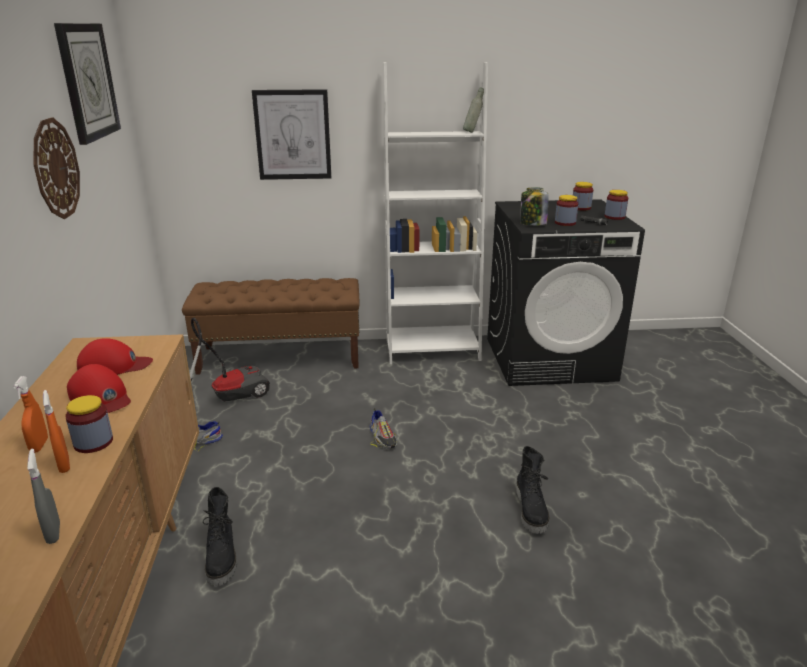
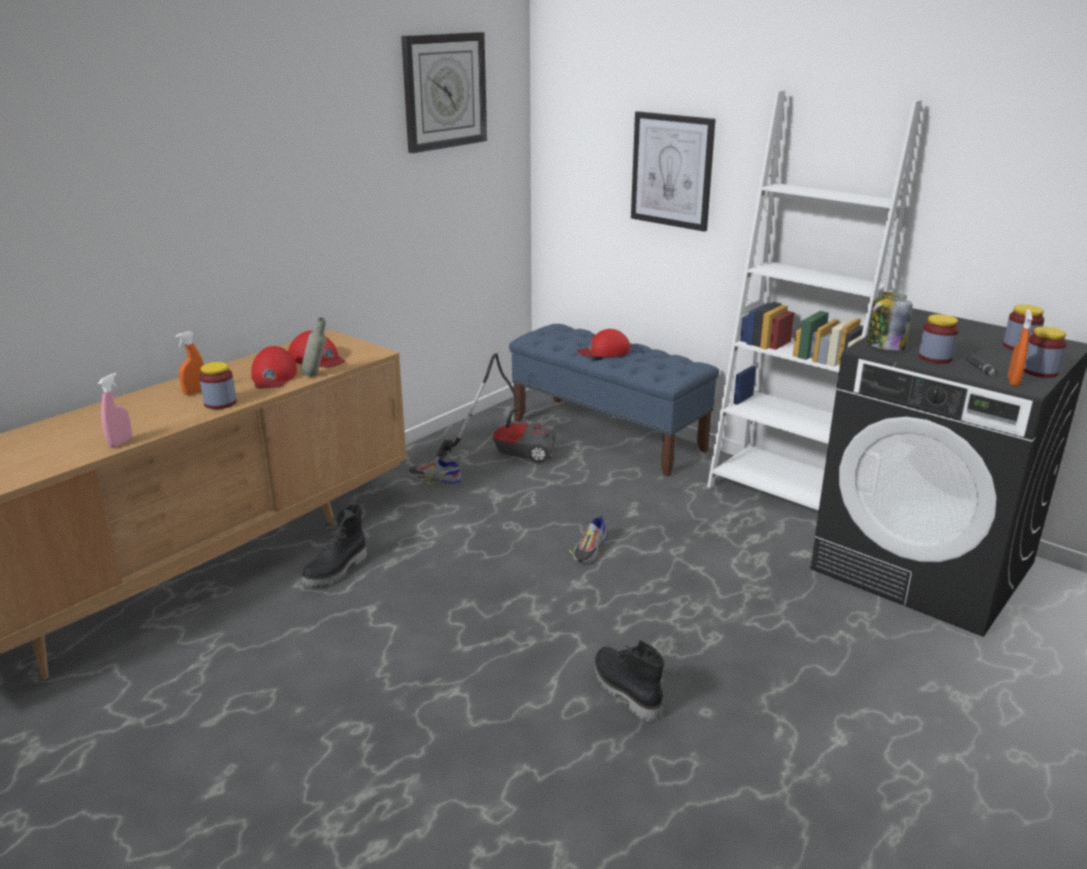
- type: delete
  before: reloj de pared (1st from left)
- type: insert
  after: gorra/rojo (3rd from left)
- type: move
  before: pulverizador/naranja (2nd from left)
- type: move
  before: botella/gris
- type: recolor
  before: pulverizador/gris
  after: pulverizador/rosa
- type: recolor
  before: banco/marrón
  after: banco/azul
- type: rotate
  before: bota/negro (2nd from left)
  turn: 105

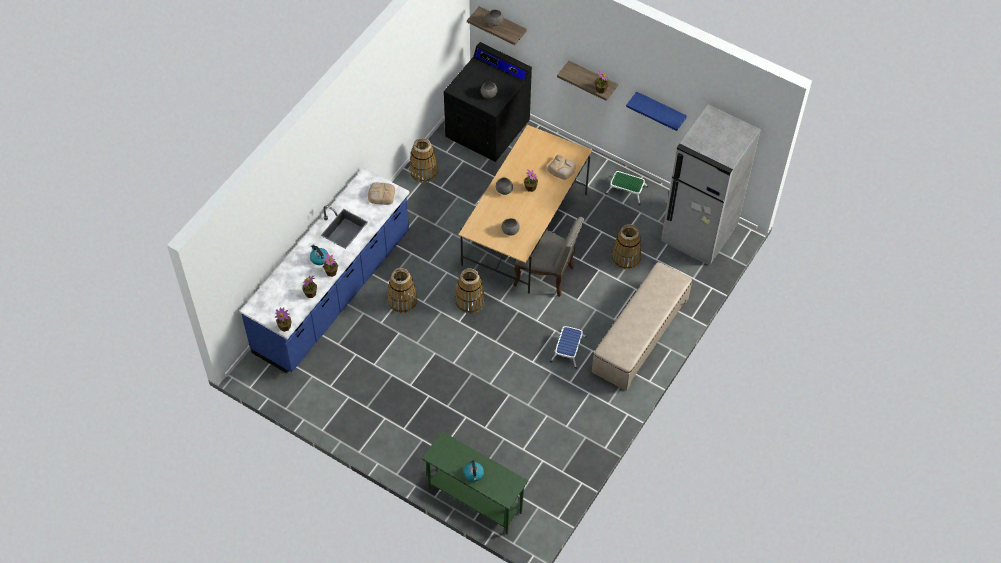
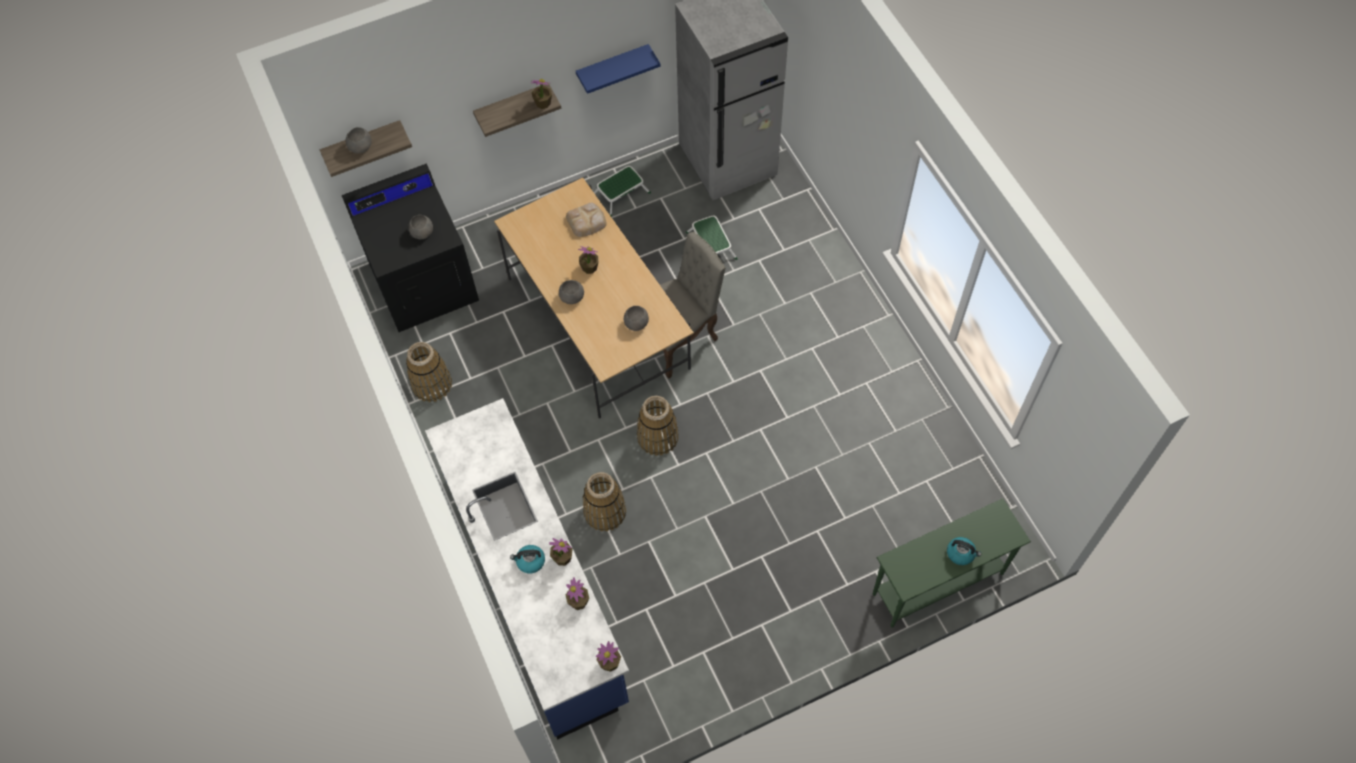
- type: delete
  before: pan (1st from left)
- type: delete
  before: escalera de tijera/azul
- type: delete
  before: banco/beis
- type: replace
  before: cesta (4th from left)
  after: escalera de tijera/verde (2nd from left)

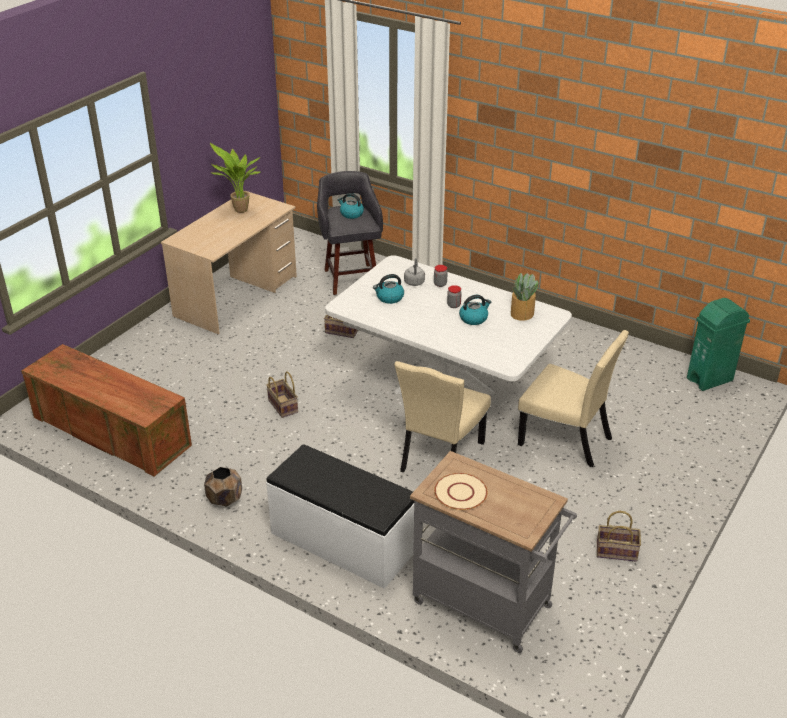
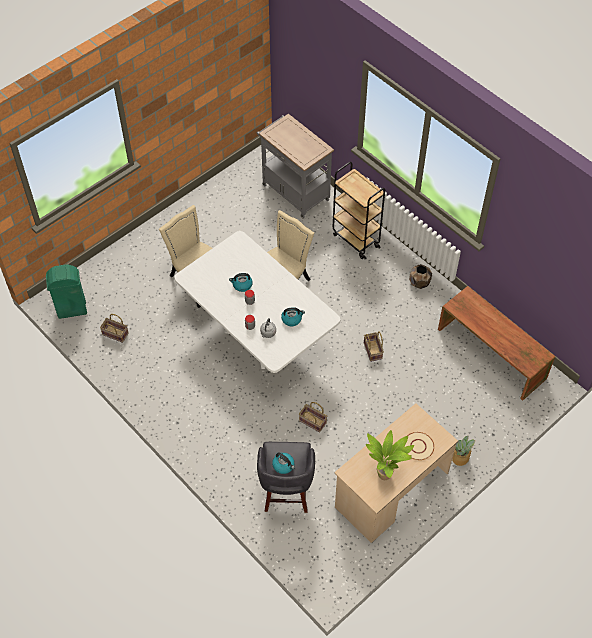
- type: move
  before: plato/beis
- type: move
  before: planta en maceta (2nd from left)
- type: move
  before: cesta (3rd from left in the first image)
  after: cesta (1st from left)
- type: replace
  before: banco/blanco
  after: carrito/marrón

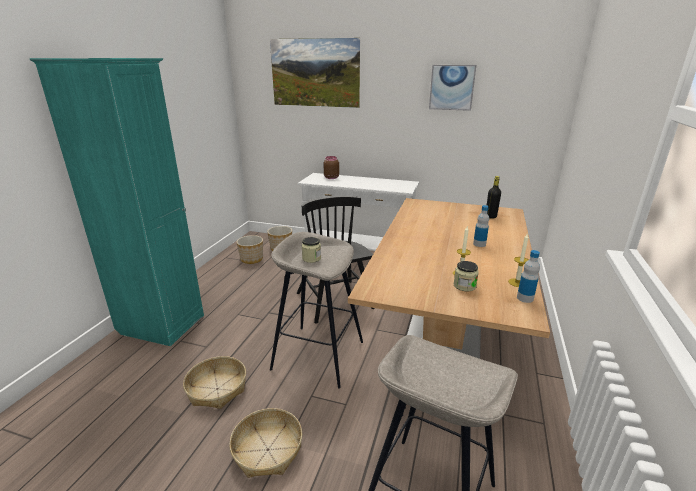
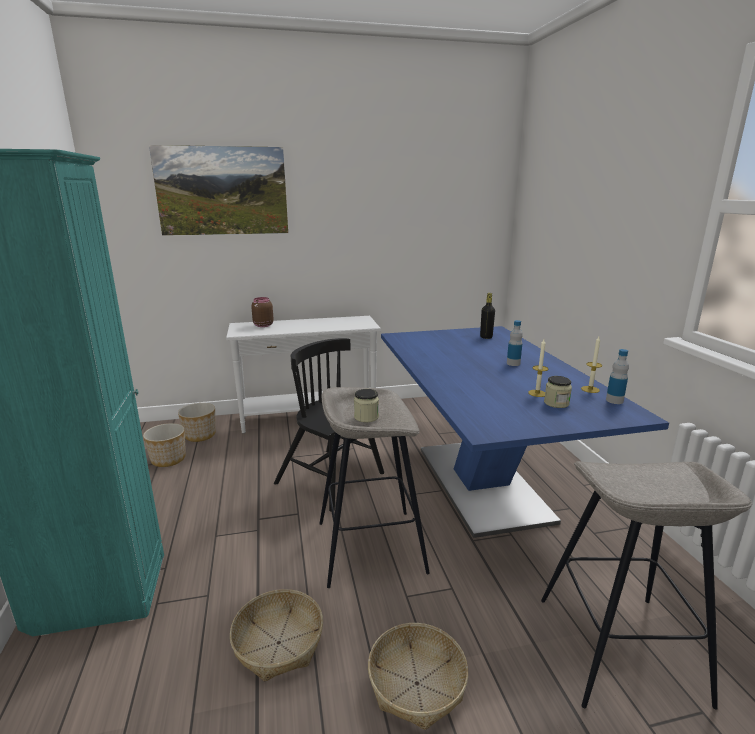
- type: delete
  before: cuadro (2nd from left)
- type: recolor
  before: mesa de comedor/marrón
  after: mesa de comedor/azul

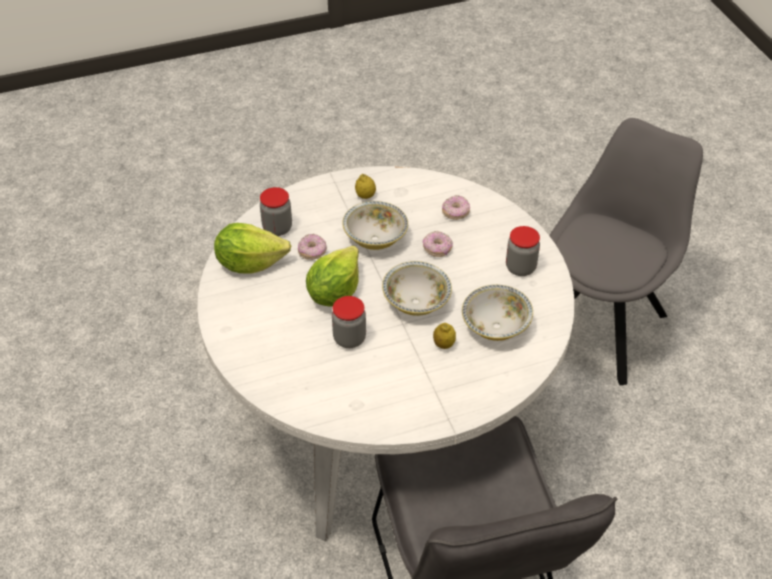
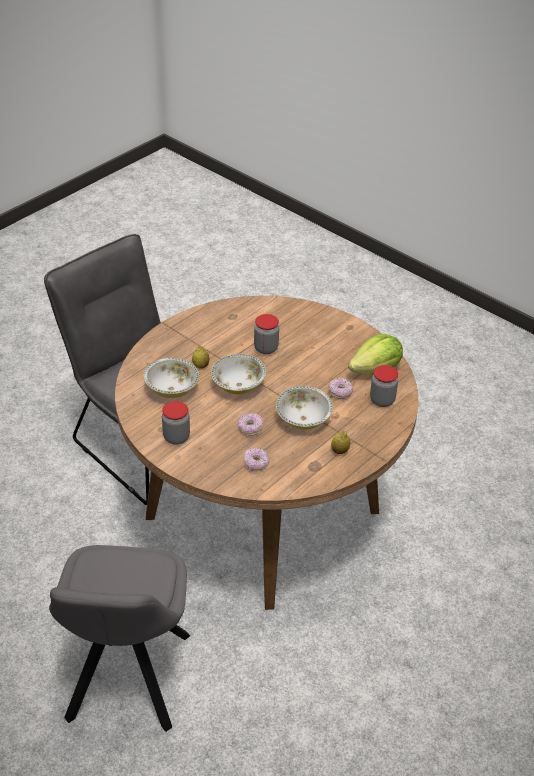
- type: delete
  before: lechuga (2nd from left)
- type: recolor
  before: mesa de comedor/blanco
  after: mesa de comedor/marrón

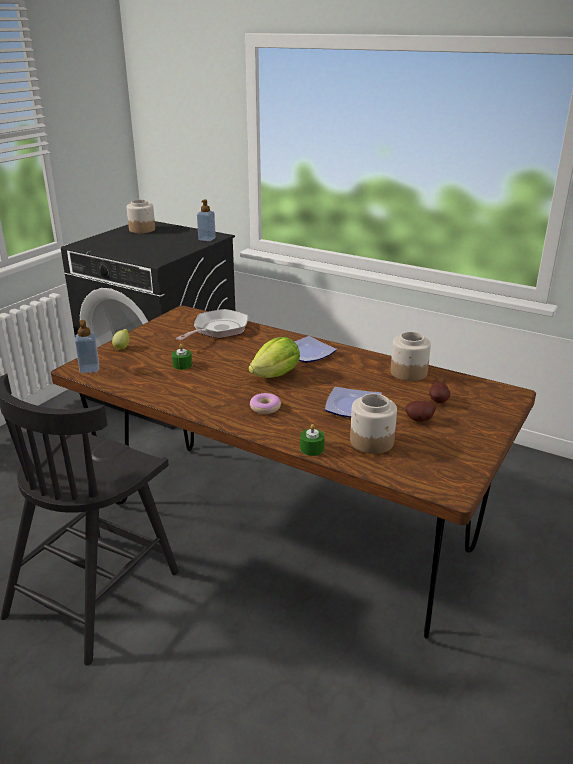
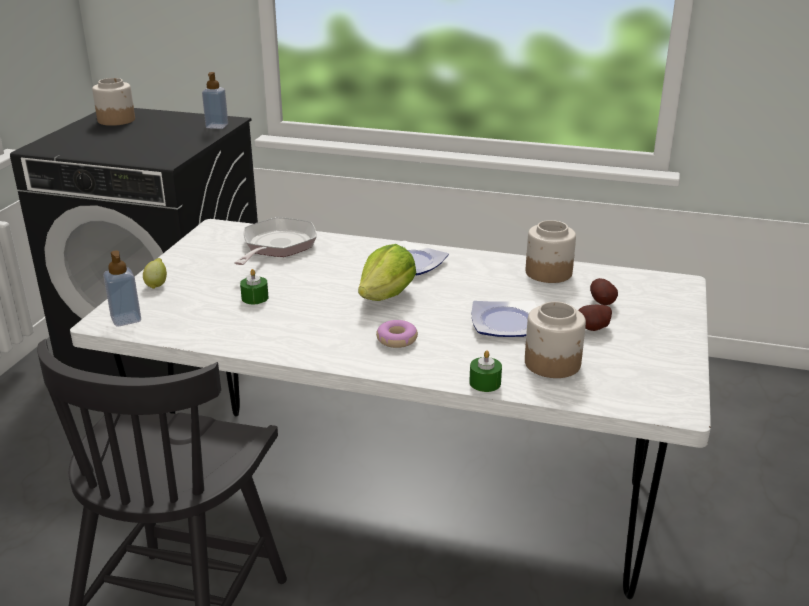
- type: recolor
  before: mesa de comedor/marrón
  after: mesa de comedor/blanco

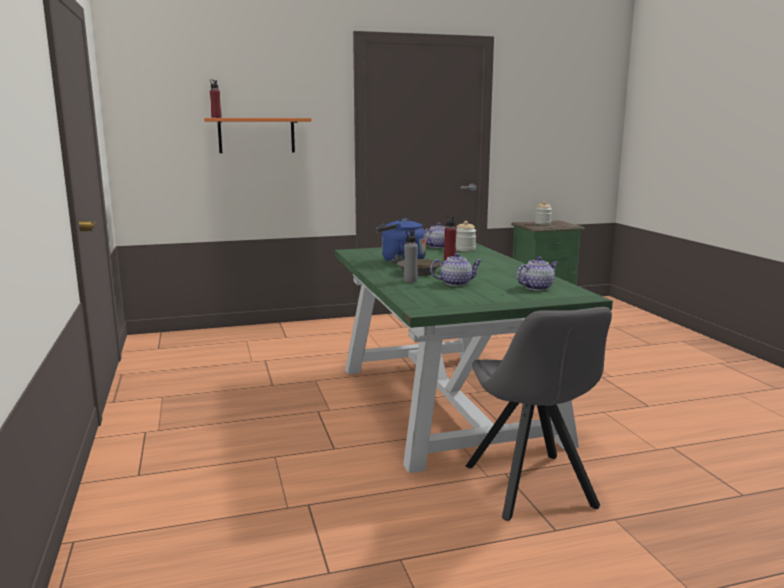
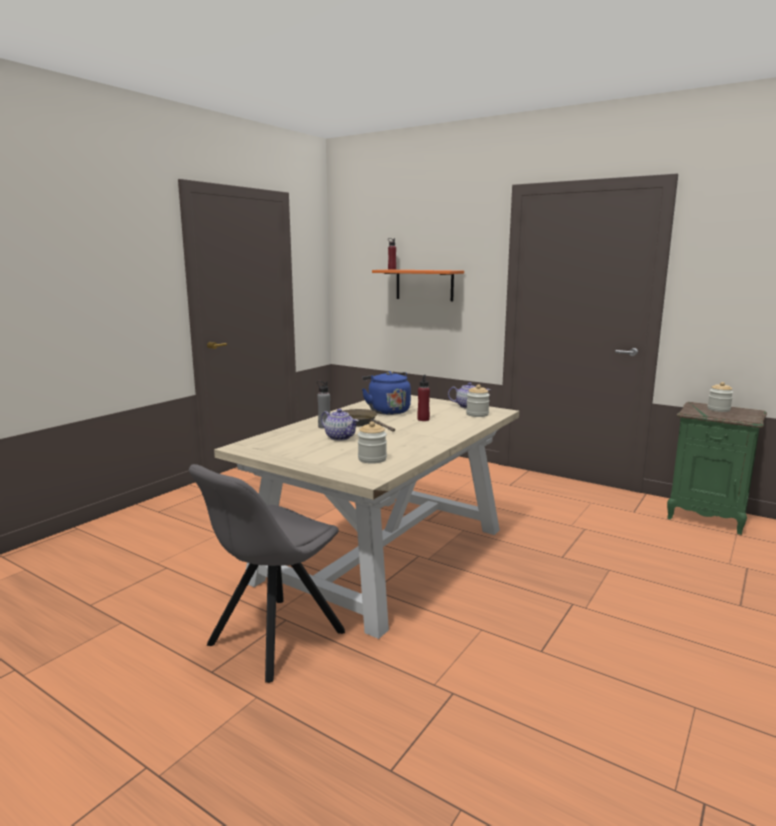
- type: replace
  before: tetera (3rd from left)
  after: tarro (1st from left)
- type: recolor
  before: mesa de comedor/verde
  after: mesa de comedor/beis

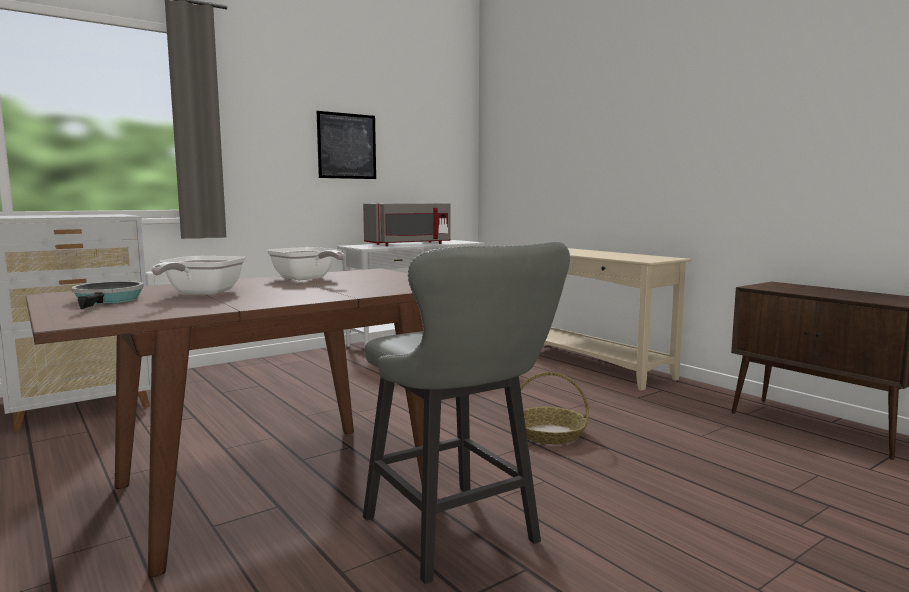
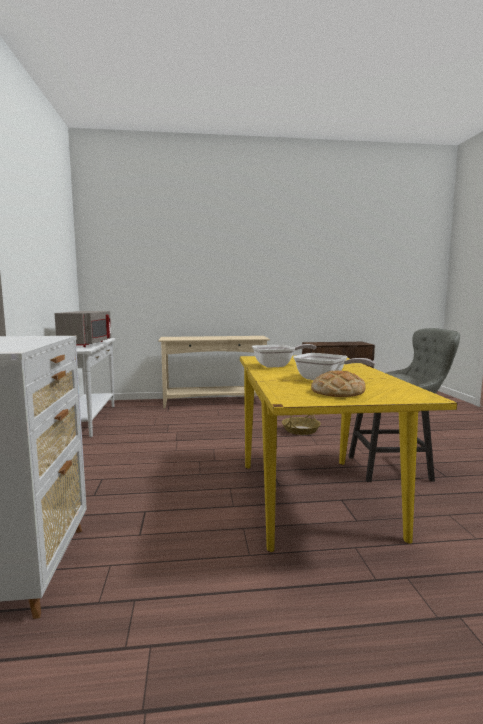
- type: delete
  before: cuadro
- type: replace
  before: sartén (1st from left)
  after: pan
- type: recolor
  before: mesa de comedor/marrón
  after: mesa de comedor/amarillo

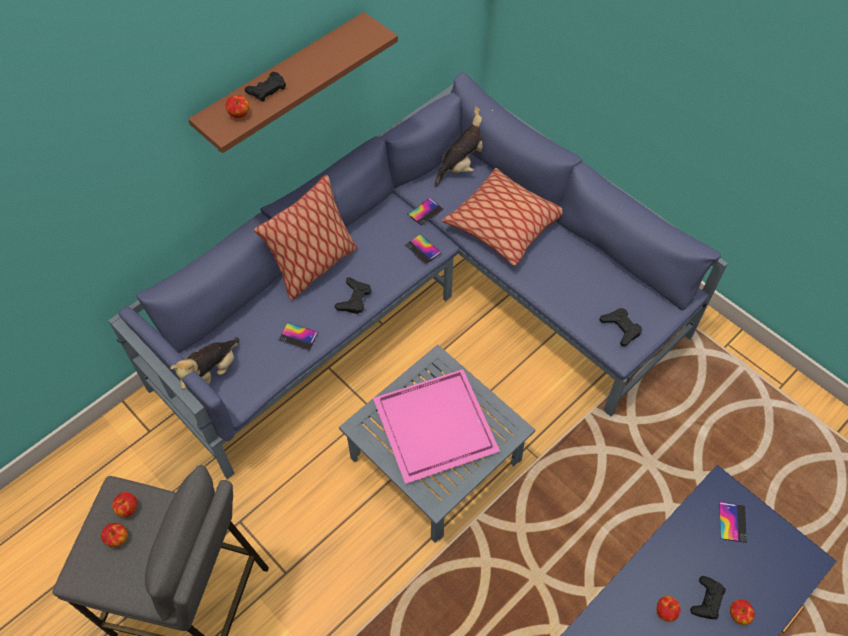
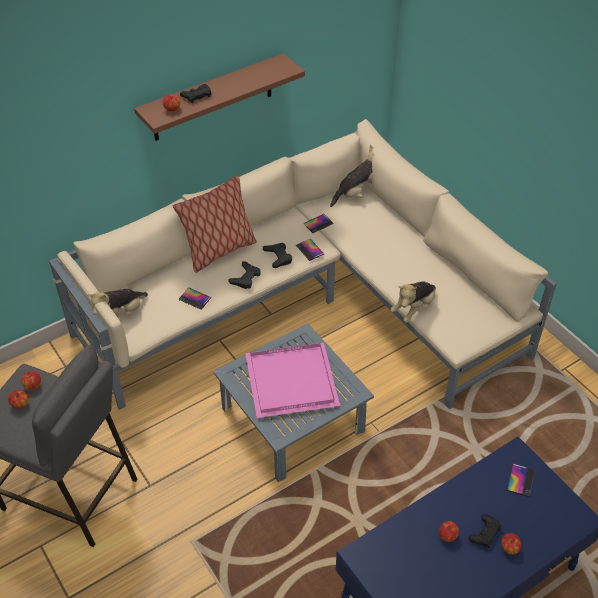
- type: delete
  before: cojín (2nd from left)
- type: insert
  after: peluche (3rd from left)
- type: move
  before: mando de consola/negro (3rd from left)
- type: recolor
  before: sofá/azul
  after: sofá/beis

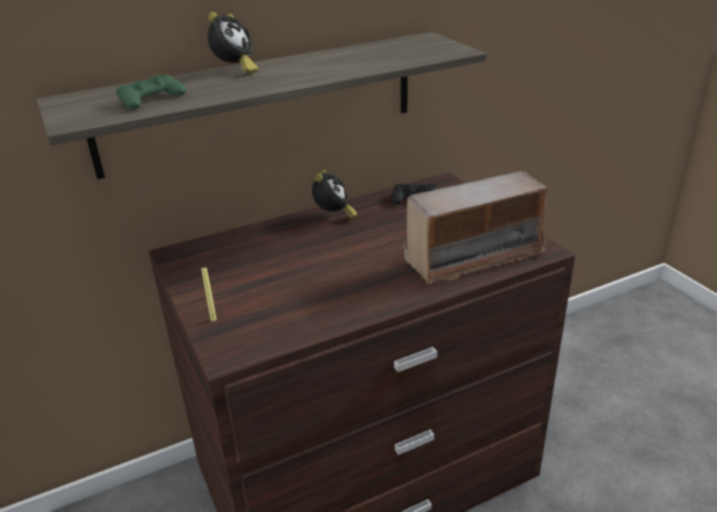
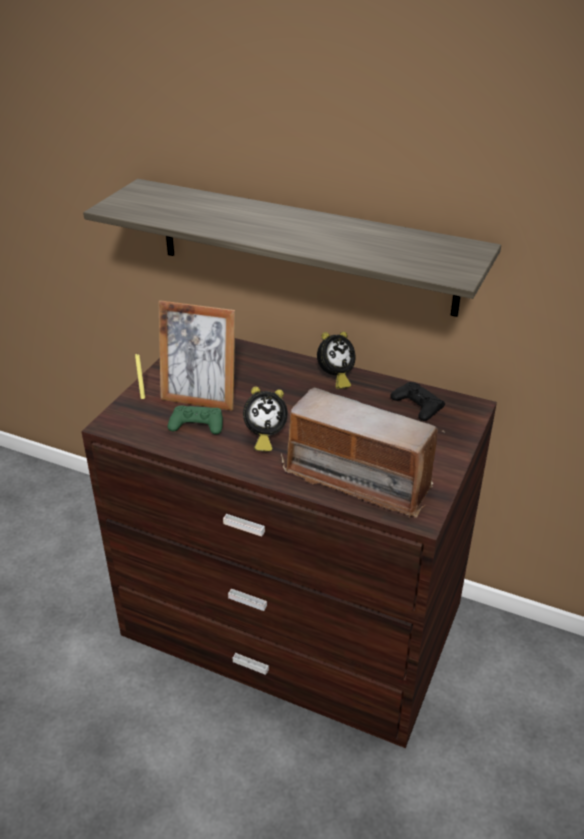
- type: insert
  after: portarretratos
- type: move
  before: mando de consola/verde
- type: move
  before: despertador (1st from left)

